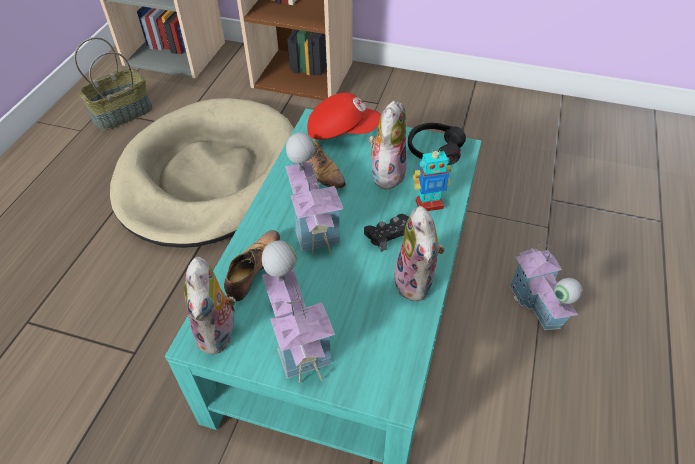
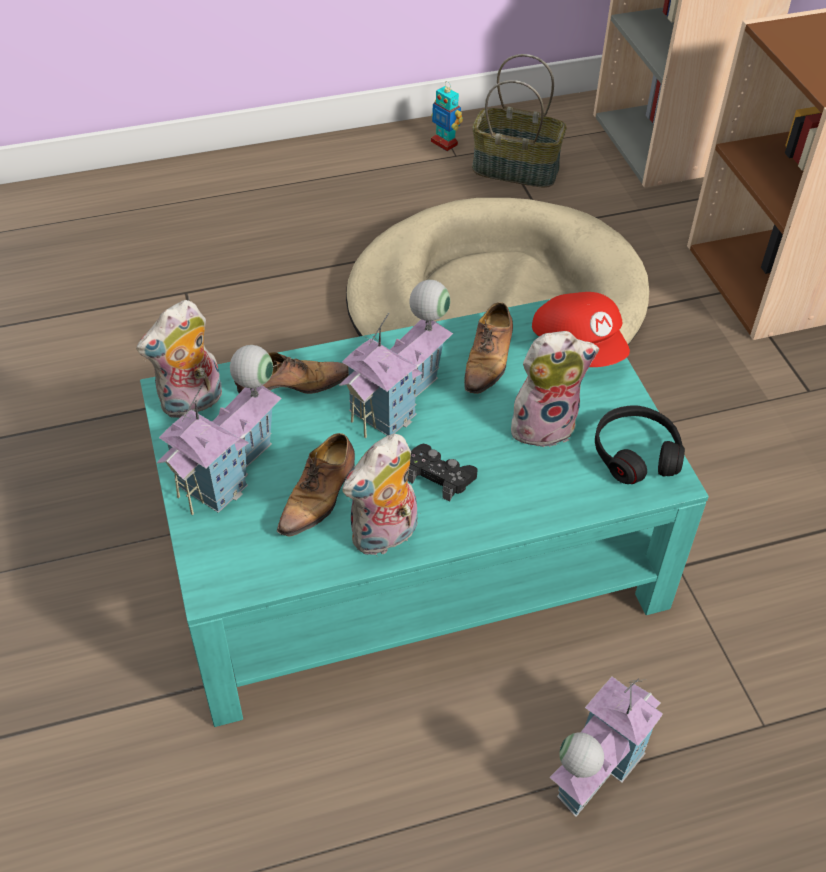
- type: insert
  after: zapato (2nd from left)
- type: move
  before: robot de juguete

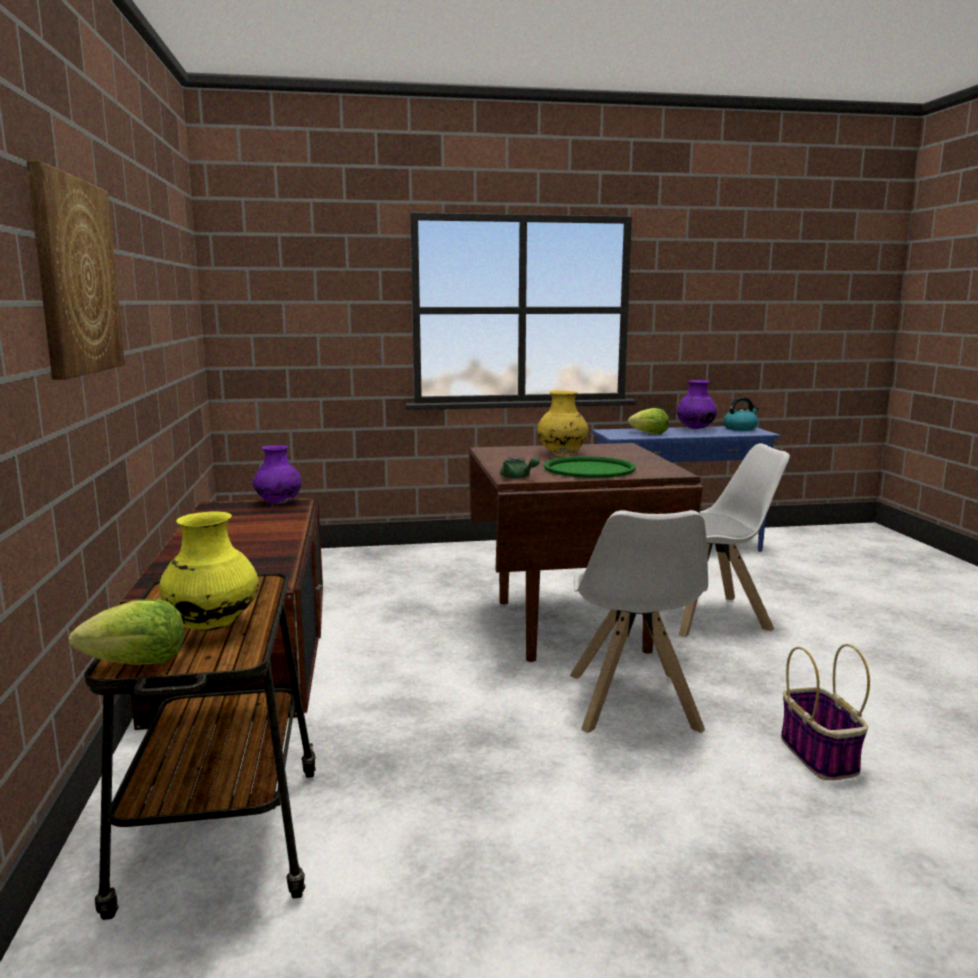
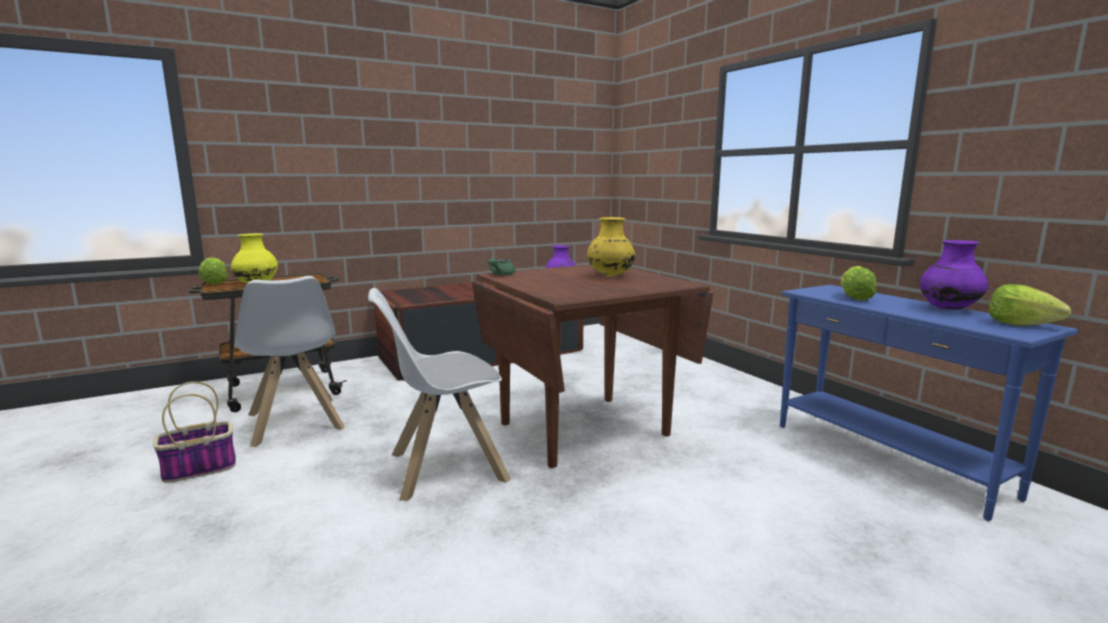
- type: delete
  before: cuadro
- type: delete
  before: bandeja/verde
- type: move
  before: silla (2nd from left in the first image)
  after: silla (1st from left)
- type: move
  before: cesta
- type: replace
  before: hervidor
  after: lechuga (3rd from left)

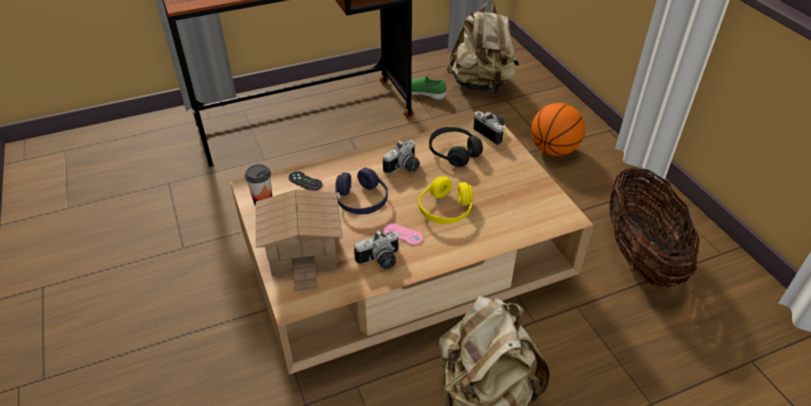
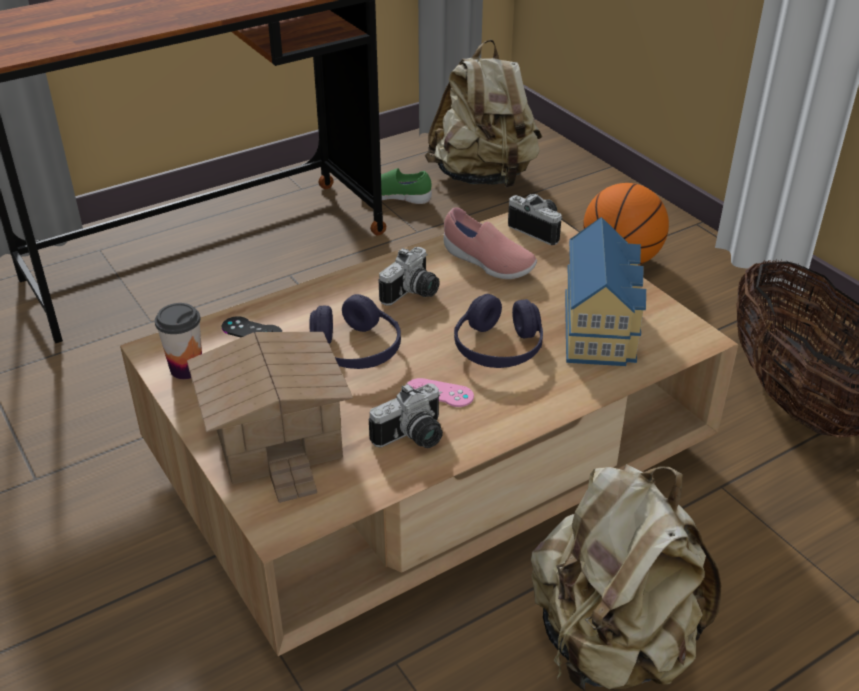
- type: insert
  after: casita (2nd from left)
- type: replace
  before: auriculares/negro
  after: zapato/rosa
- type: recolor
  before: auriculares/amarillo
  after: auriculares/morado (2nd from left)

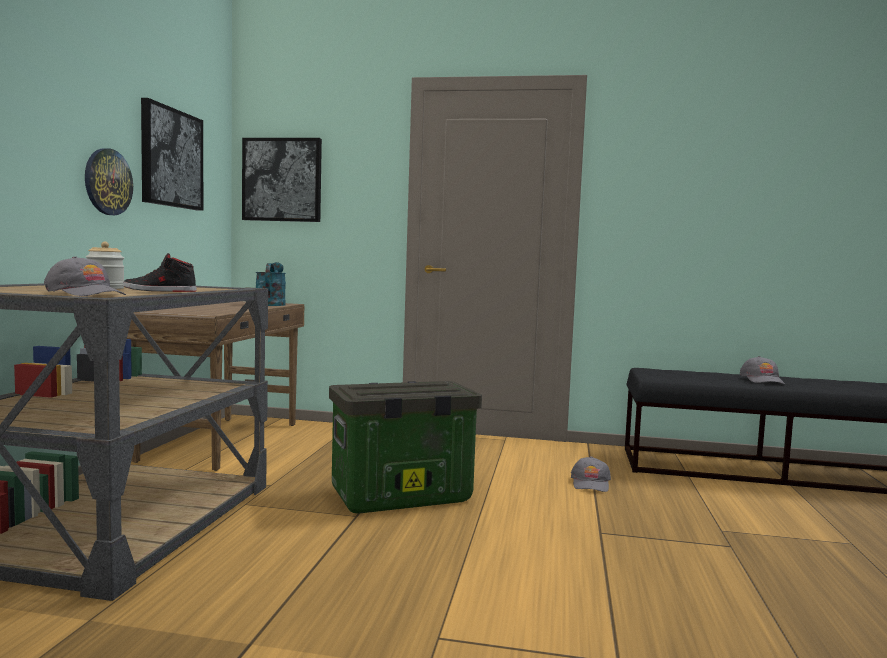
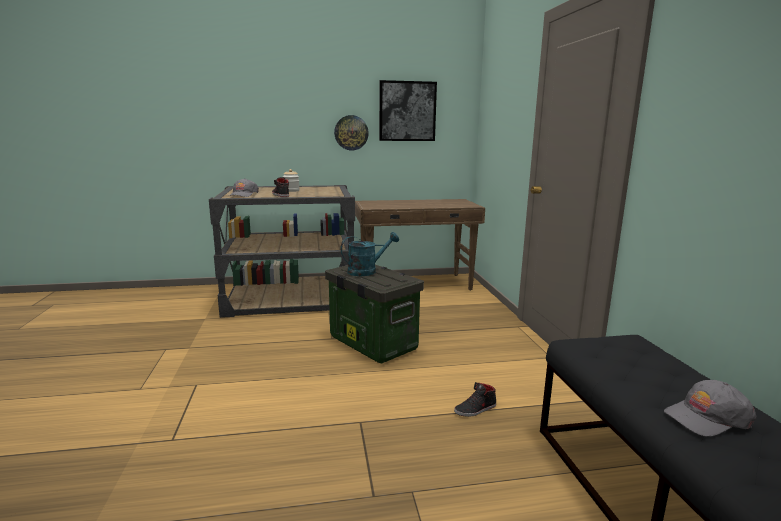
- type: delete
  before: cuadro (2nd from left)
- type: move
  before: regadera/turquesa
- type: replace
  before: gorra/gris (2nd from left)
  after: zapato/negro (2nd from left)

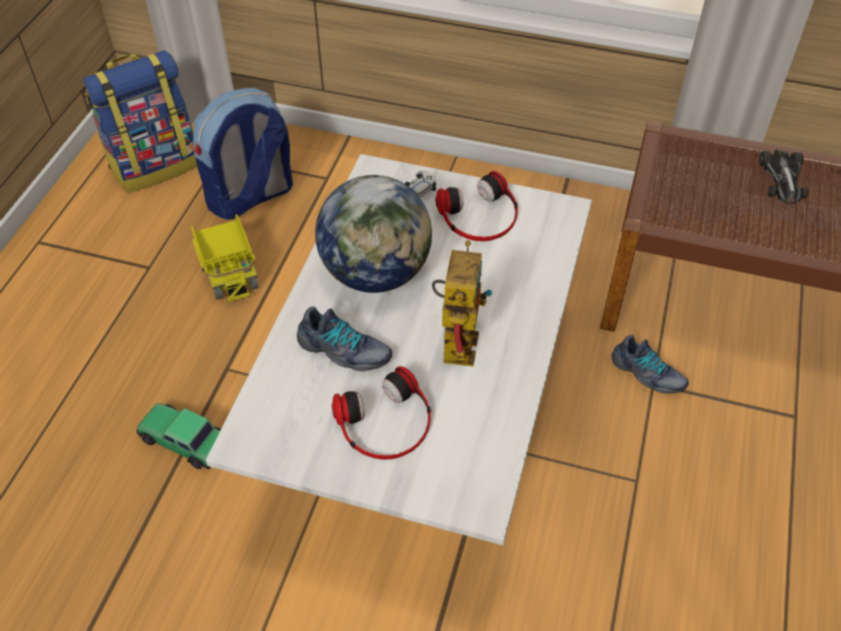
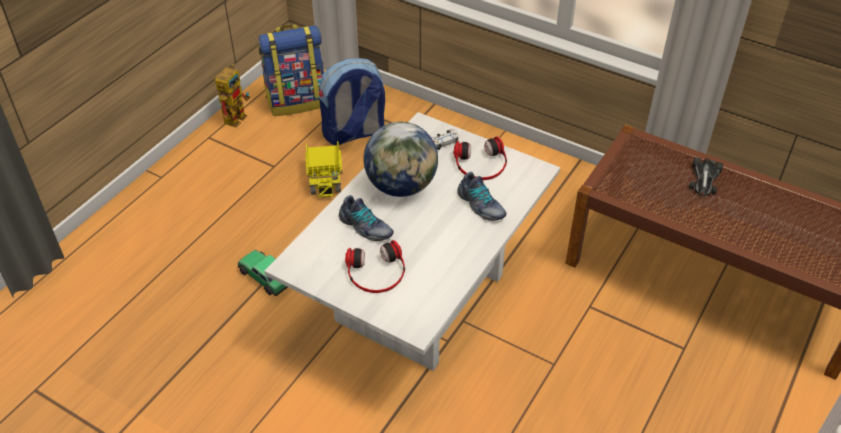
- type: move
  before: robot de juguete
- type: move
  before: zapato (2nd from left)

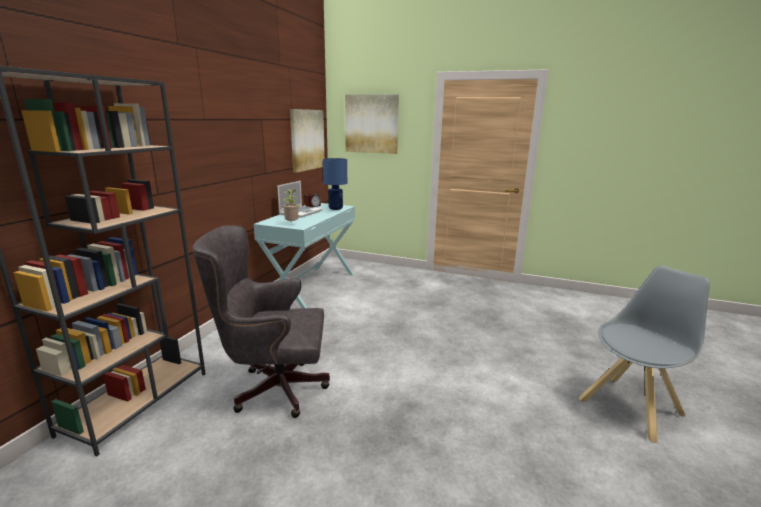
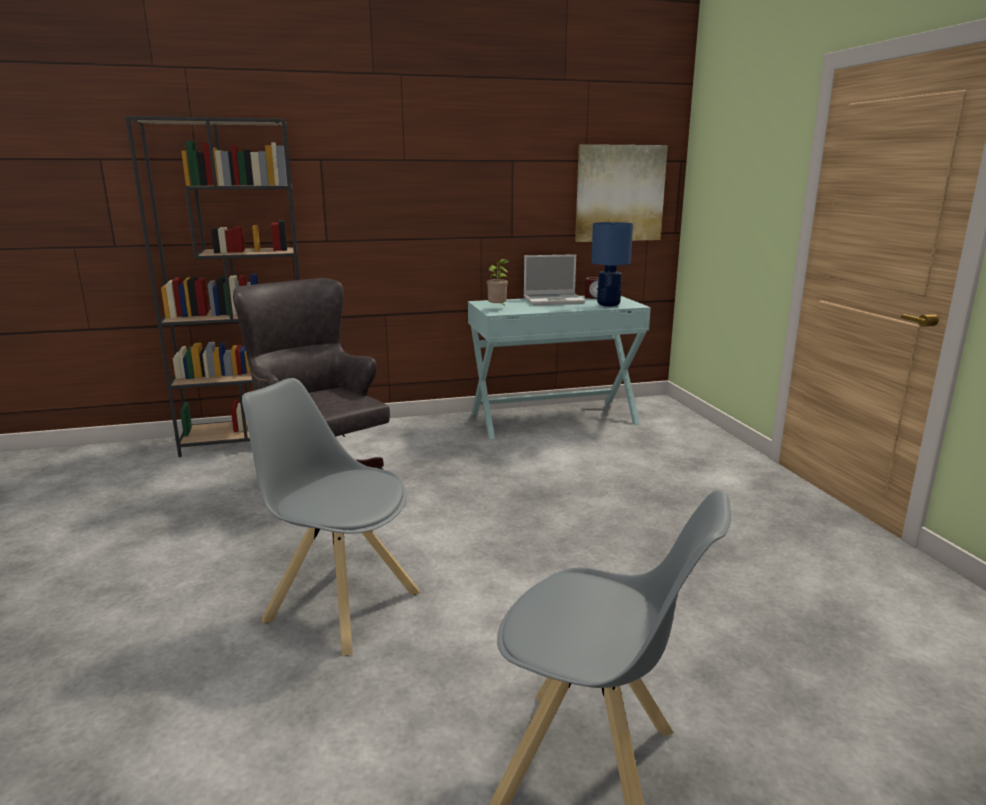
- type: delete
  before: cuadro (2nd from left)
- type: insert
  after: silla/gris (1st from left)

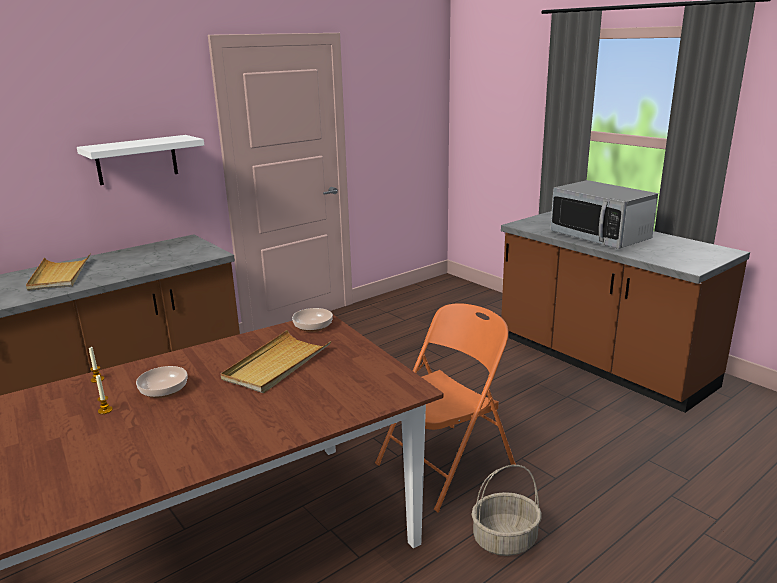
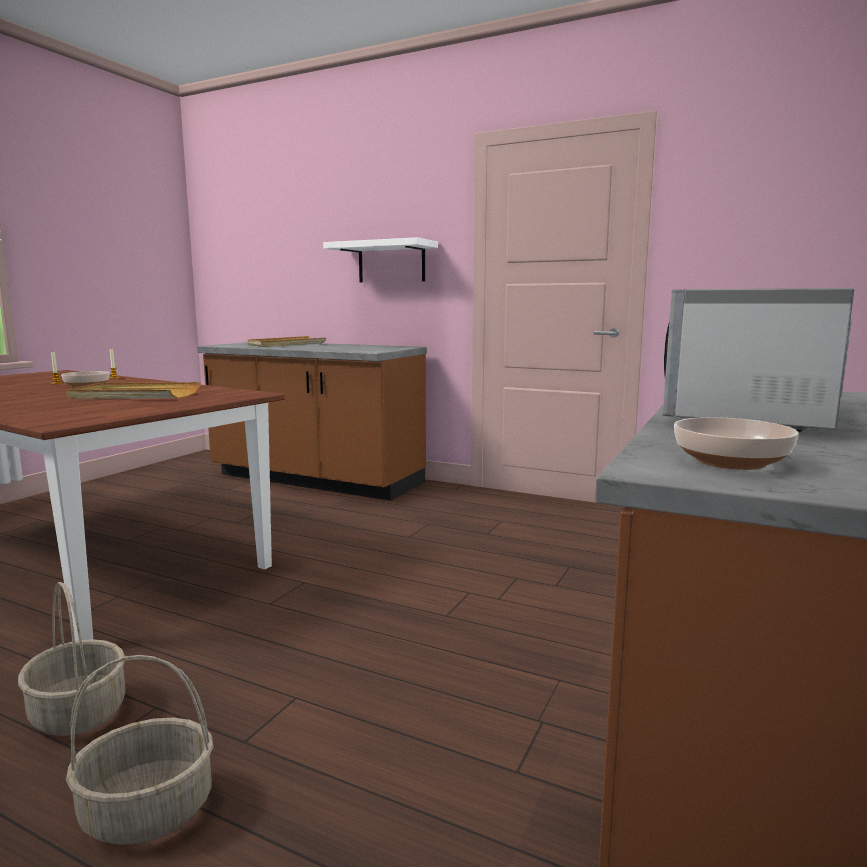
- type: delete
  before: silla/naranja
- type: insert
  after: cesta (2nd from left)
- type: move
  before: cuenco (2nd from left)

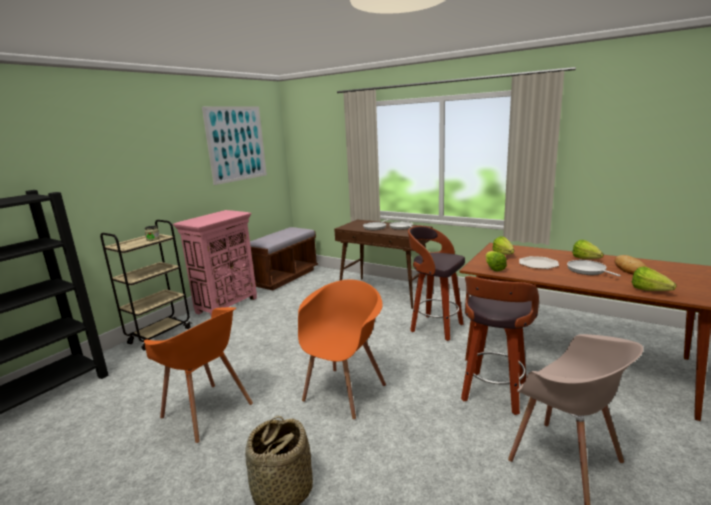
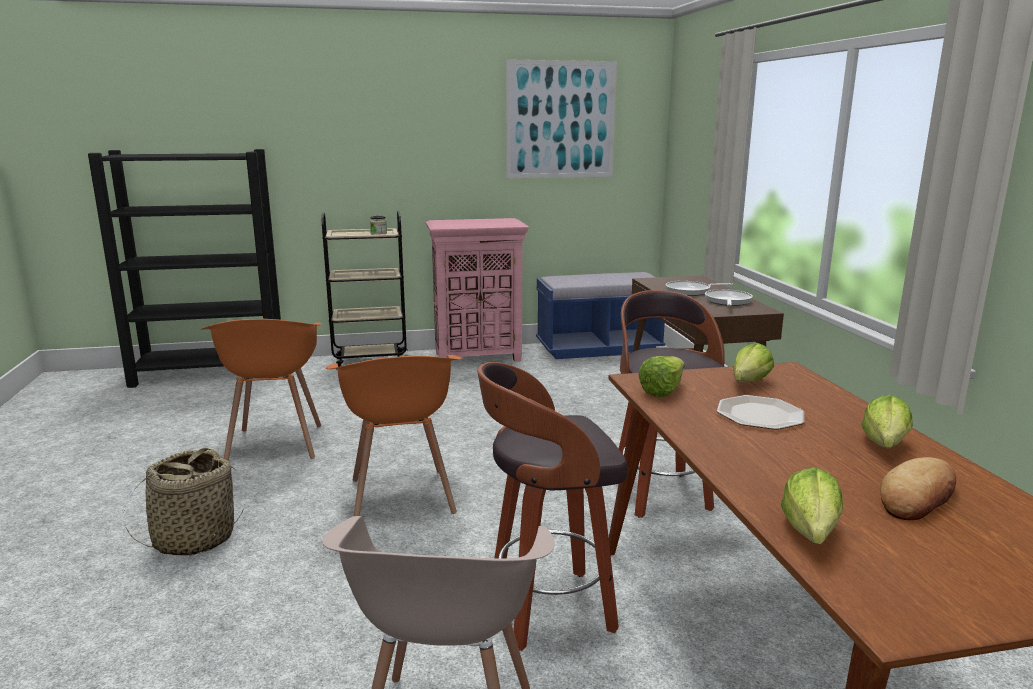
- type: delete
  before: sartén (3rd from left)
- type: recolor
  before: banco/marrón
  after: banco/azul
- type: rotate
  before: silla/naranja (2nd from left)
  turn: 90

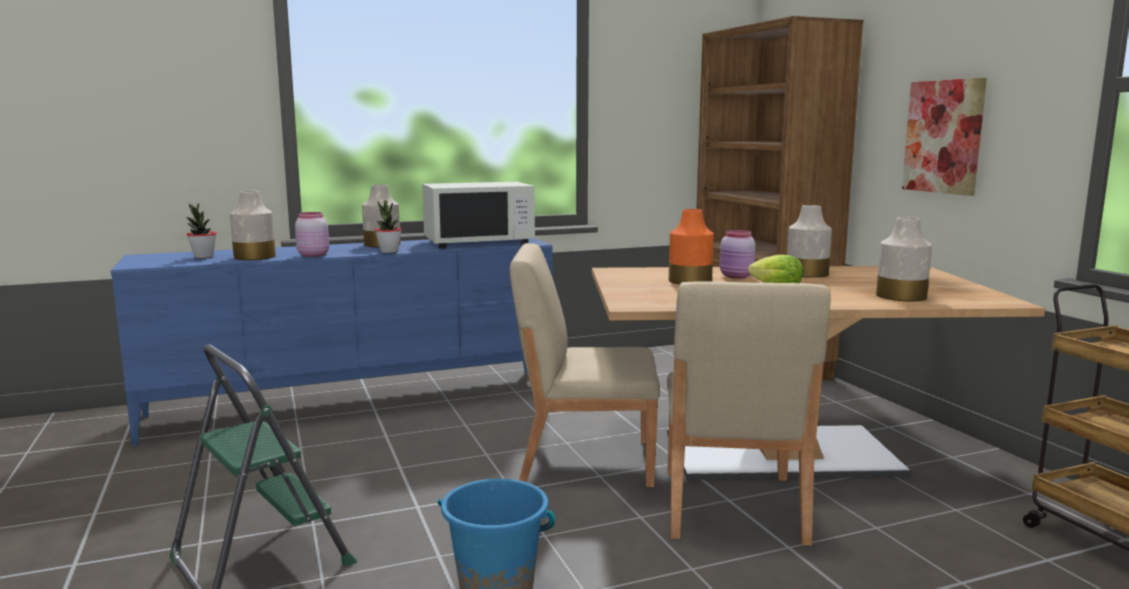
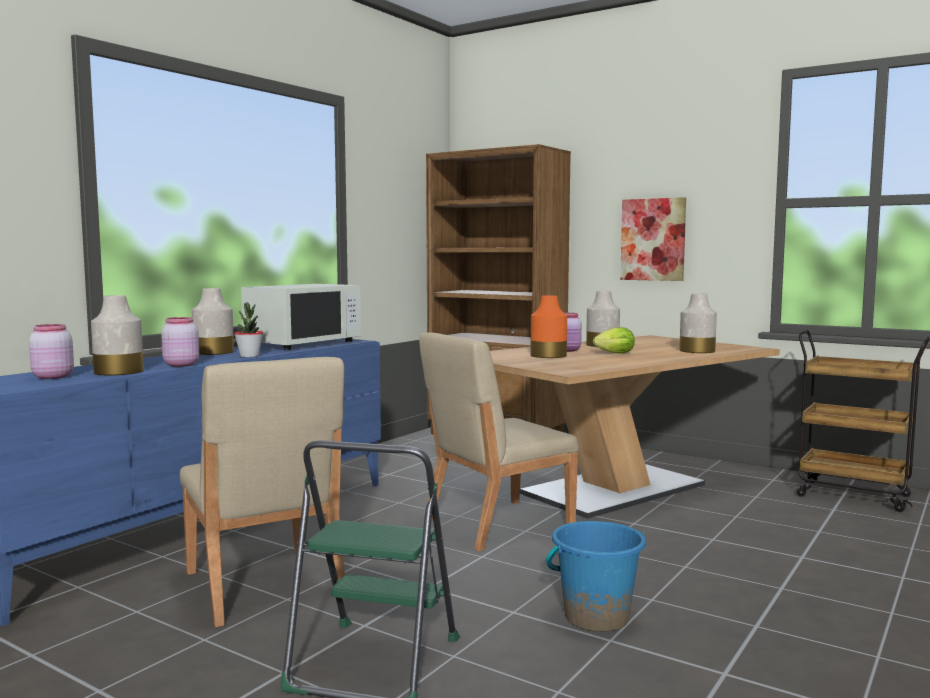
- type: move
  before: silla/beis (2nd from left in the first image)
  after: silla/beis (1st from left)
- type: replace
  before: planta en maceta (1st from left)
  after: tarro/rosa (1st from left)

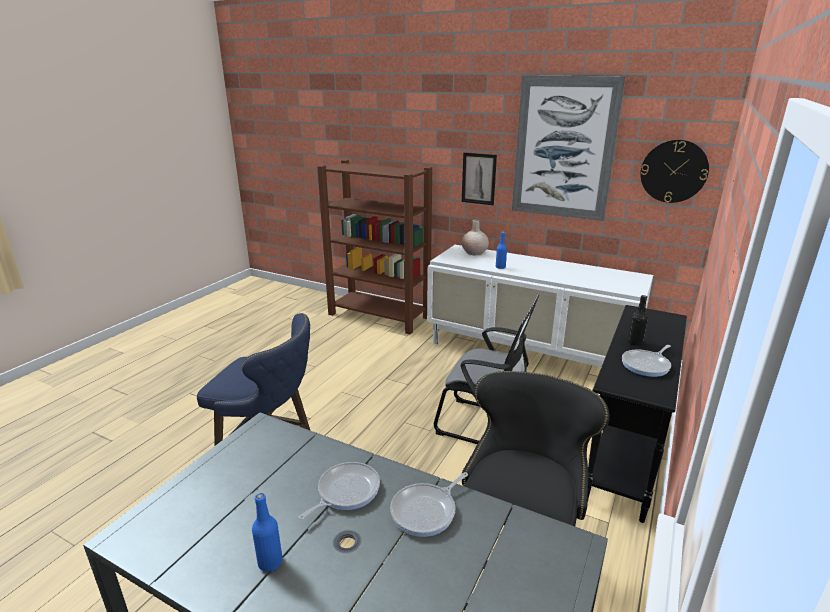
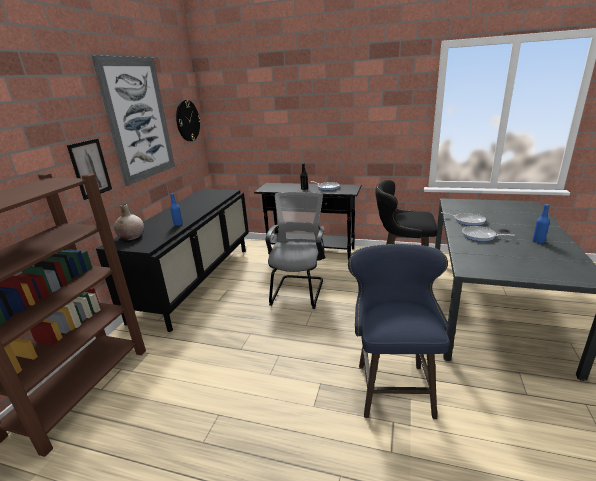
- type: recolor
  before: armario/blanco
  after: armario/negro

